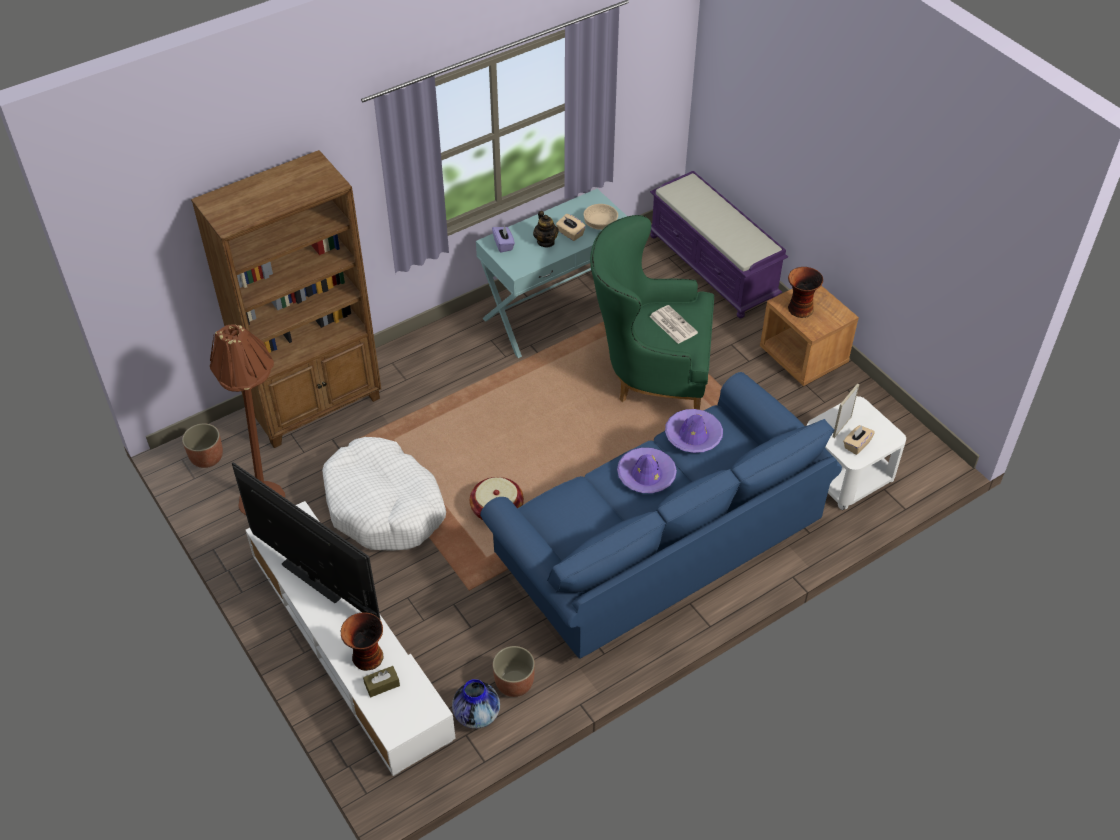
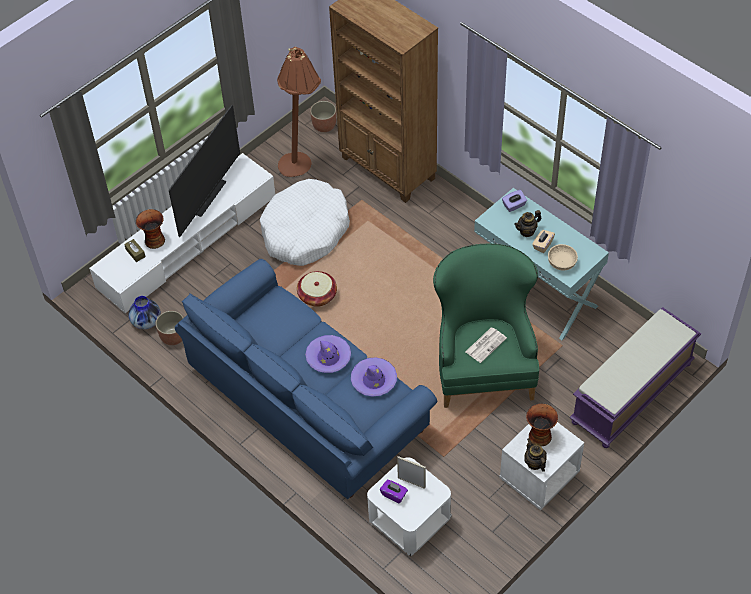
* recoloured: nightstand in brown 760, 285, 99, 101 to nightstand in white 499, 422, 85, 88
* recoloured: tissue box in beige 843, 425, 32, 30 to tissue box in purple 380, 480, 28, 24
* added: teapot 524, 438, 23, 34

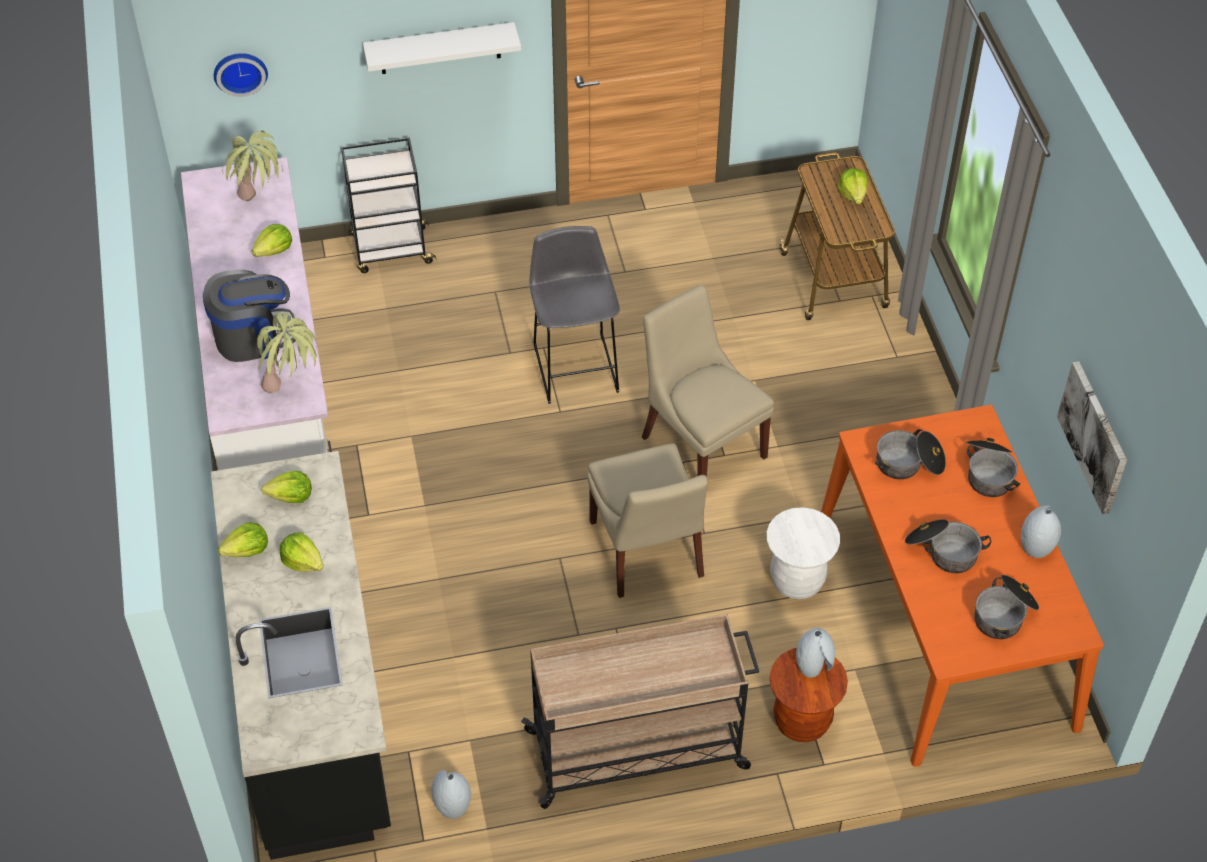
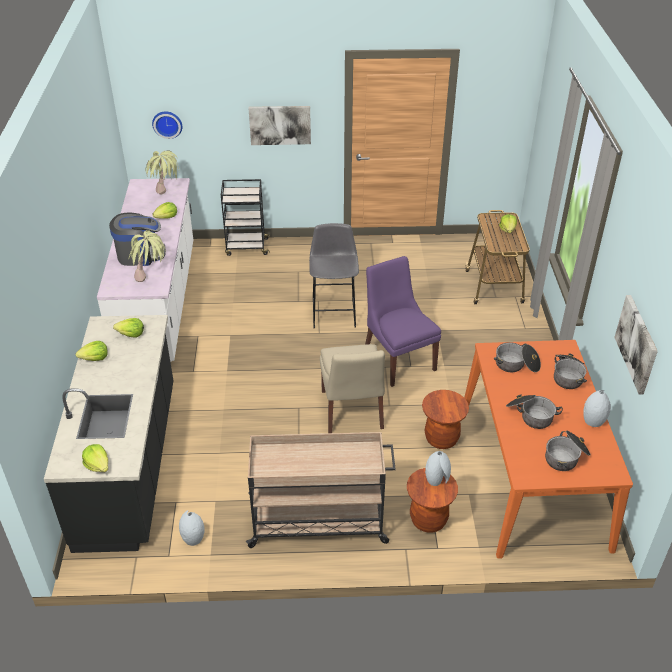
* moved: lettuce 280, 532, 43, 40 to 82, 444, 26, 28
* replaced: shelf in white 363, 22, 158, 52 to picture 249, 106, 62, 39
* recoloured: chair in beige 642, 285, 132, 192 to chair in purple 365, 256, 76, 131
* recoloured: stool in white 767, 507, 73, 92 to stool in brown 422, 390, 47, 59

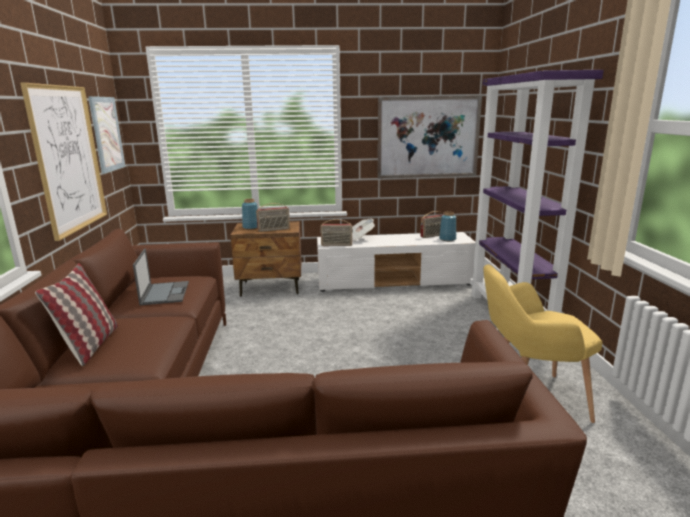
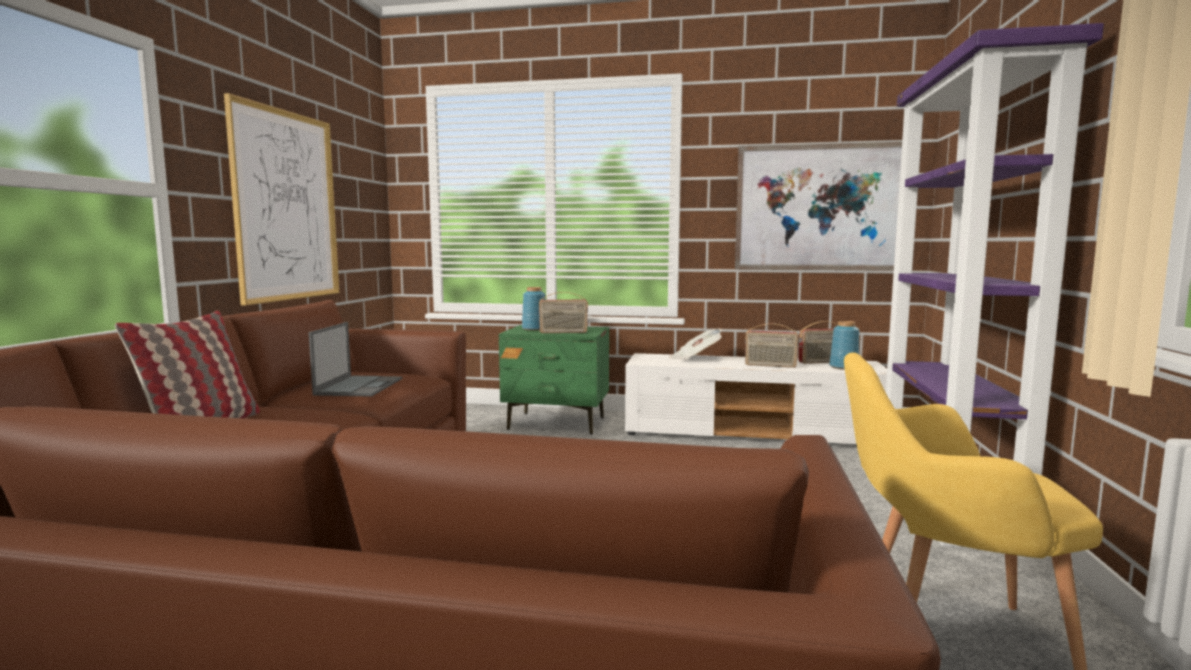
* removed: picture 88, 96, 38, 78
* recoloured: nightstand in brown 230, 221, 71, 76 to nightstand in green 499, 325, 110, 110
* moved: radio 320, 219, 33, 27 to 745, 323, 54, 45

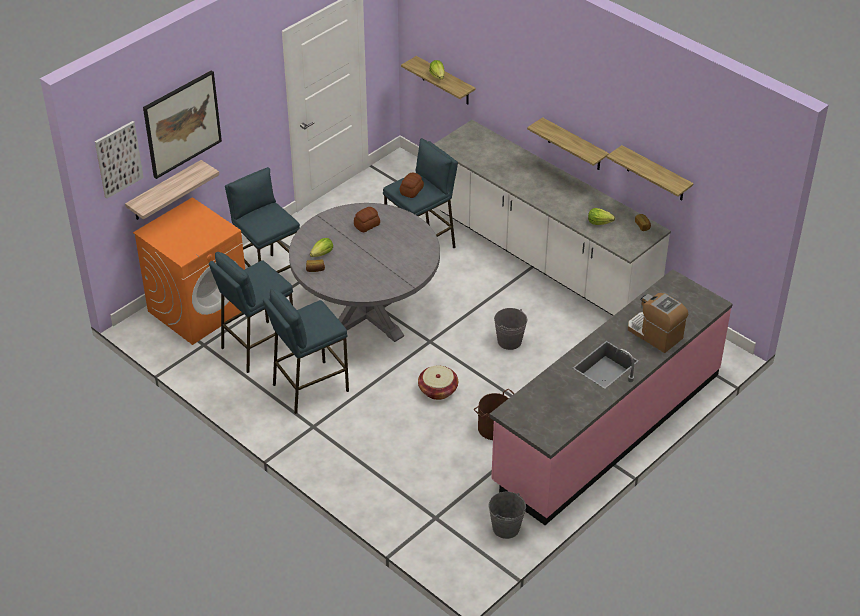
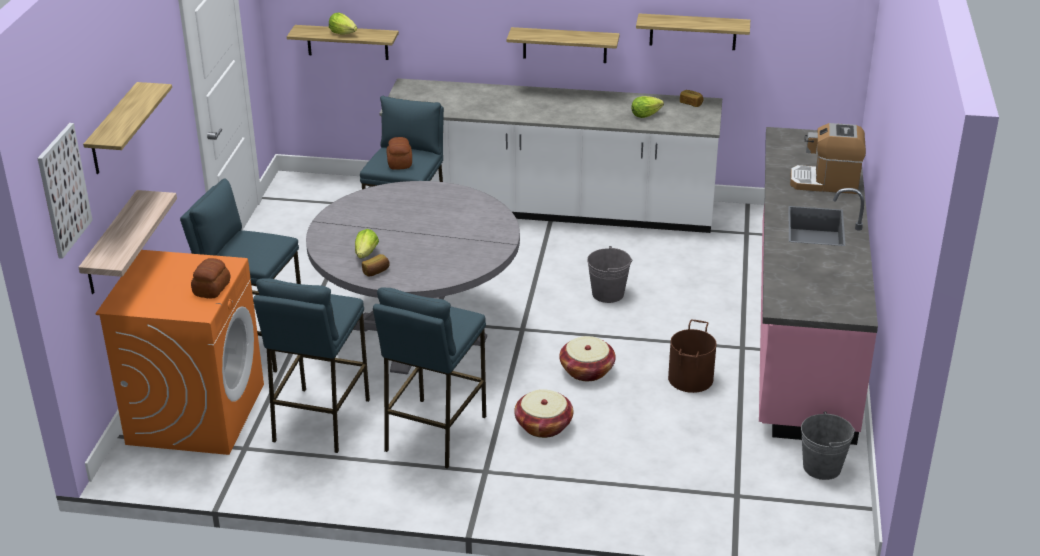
* replaced: picture 143, 71, 79, 108 to shelf 83, 82, 89, 92
* moved: bread 354, 207, 26, 25 to 191, 258, 39, 40
* added: basket 514, 389, 59, 49

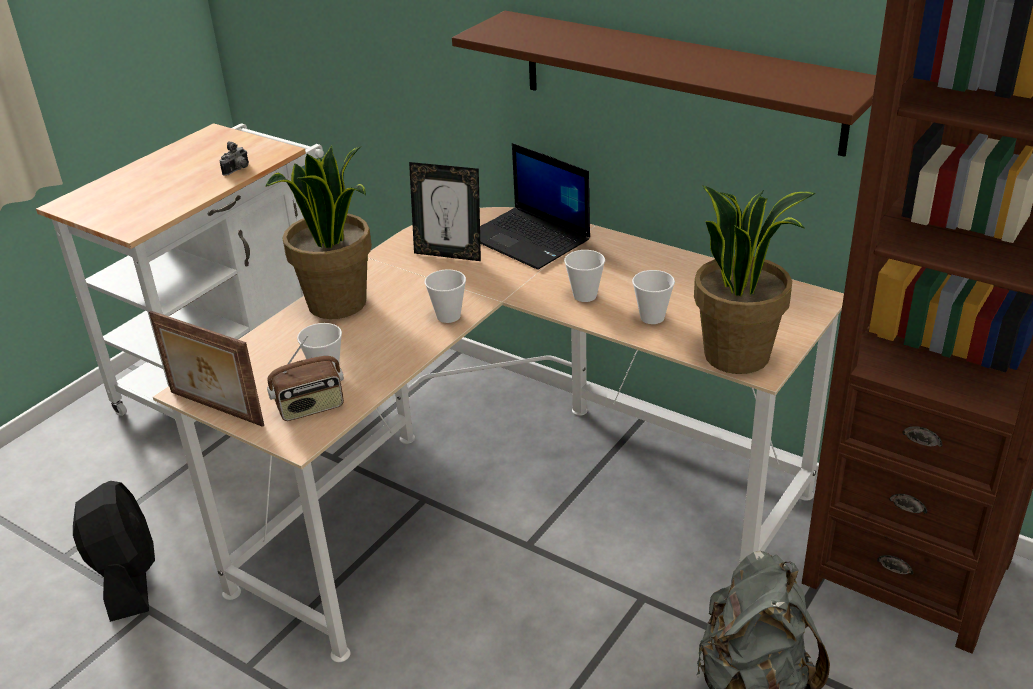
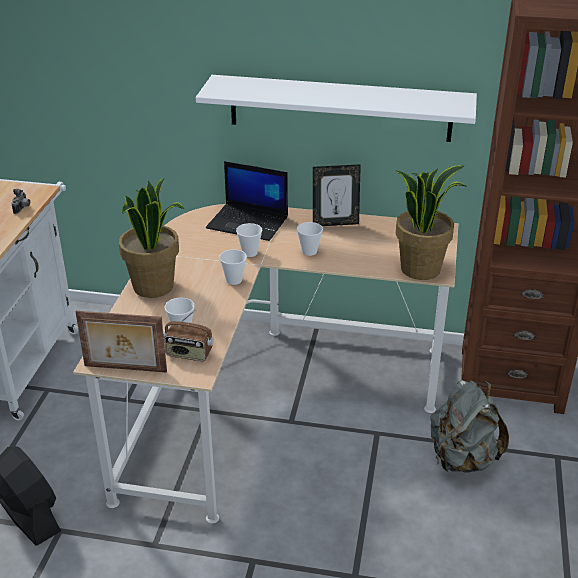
* turned: radio 267, 336, 77, 85 = 164, 309, 50, 52 60 degrees clockwise
* moved: picture frame 409, 162, 72, 99 to 313, 164, 48, 62
* recoloured: shelf in brown 452, 11, 424, 146 to shelf in white 196, 75, 281, 67
* moved: cup 632, 270, 43, 54 to 236, 223, 26, 34

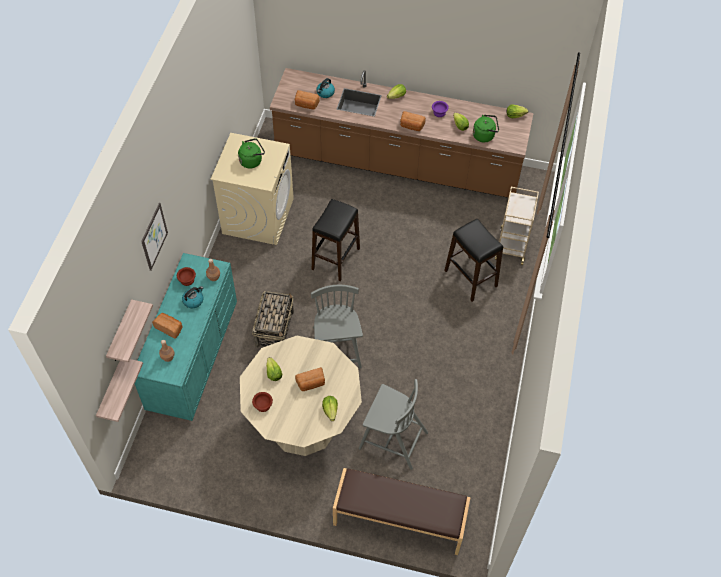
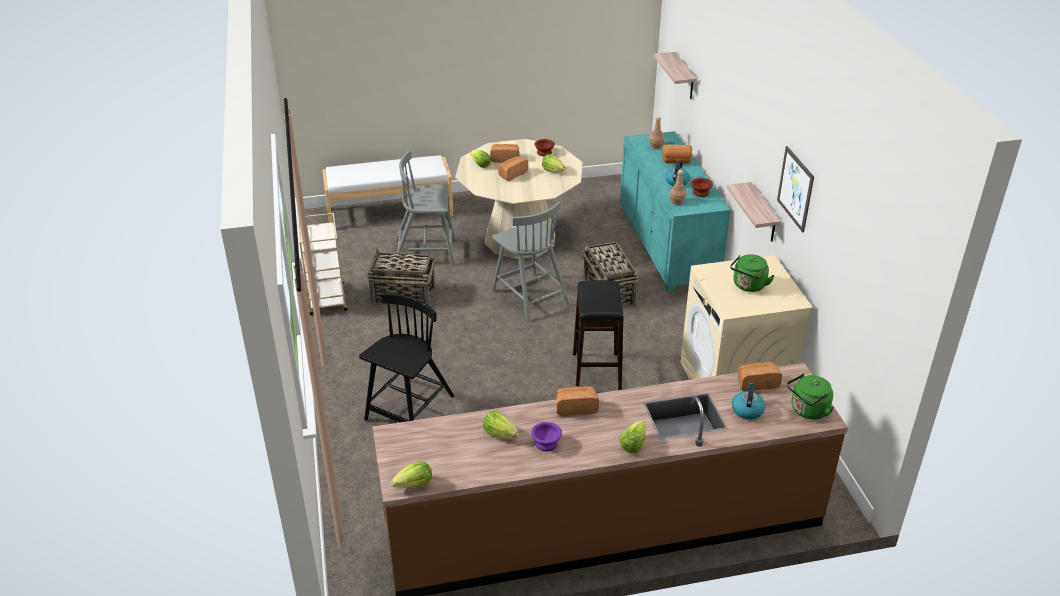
* moved: shelf 96, 359, 47, 63 to 727, 182, 55, 60
* moved: picture 141, 203, 27, 68 to 777, 146, 37, 87
* recoloured: bench in brown 333, 468, 138, 87 to bench in white 322, 155, 131, 68
* replaced: stool in black 444, 219, 59, 83 to chair in black 359, 293, 95, 130
* moved: kettle in green 473, 115, 26, 27 to 787, 373, 47, 47
* moved: cart in beige 495, 187, 44, 78 to 297, 213, 51, 103
* added: basket 367, 248, 68, 58
* added: bread 490, 144, 29, 19

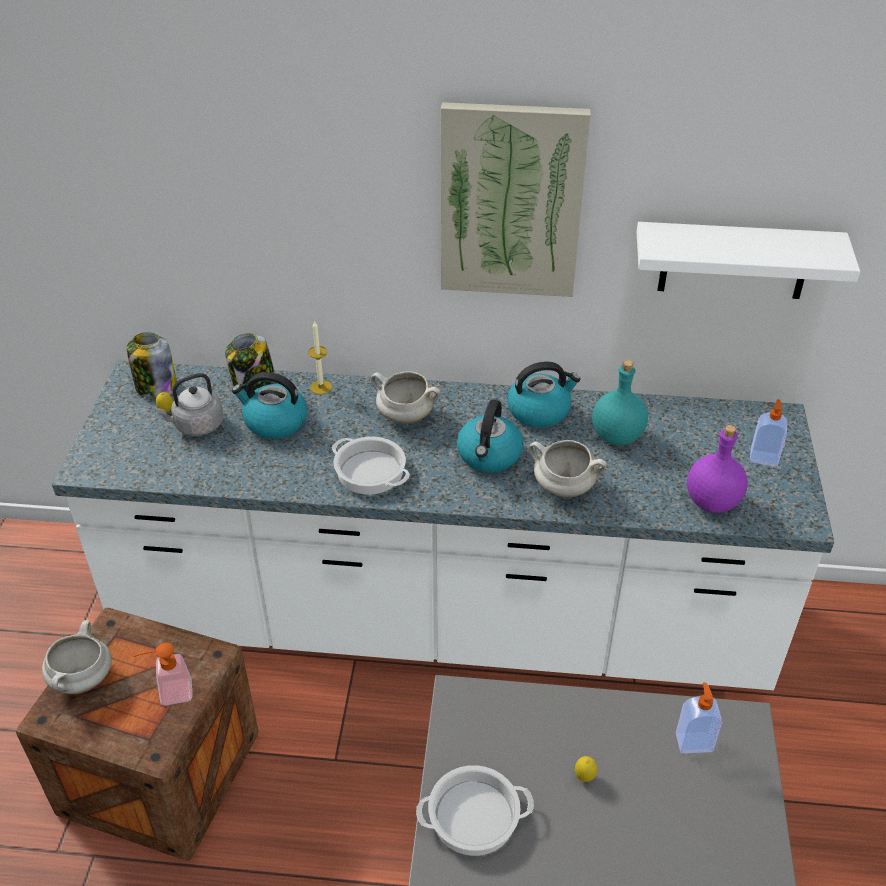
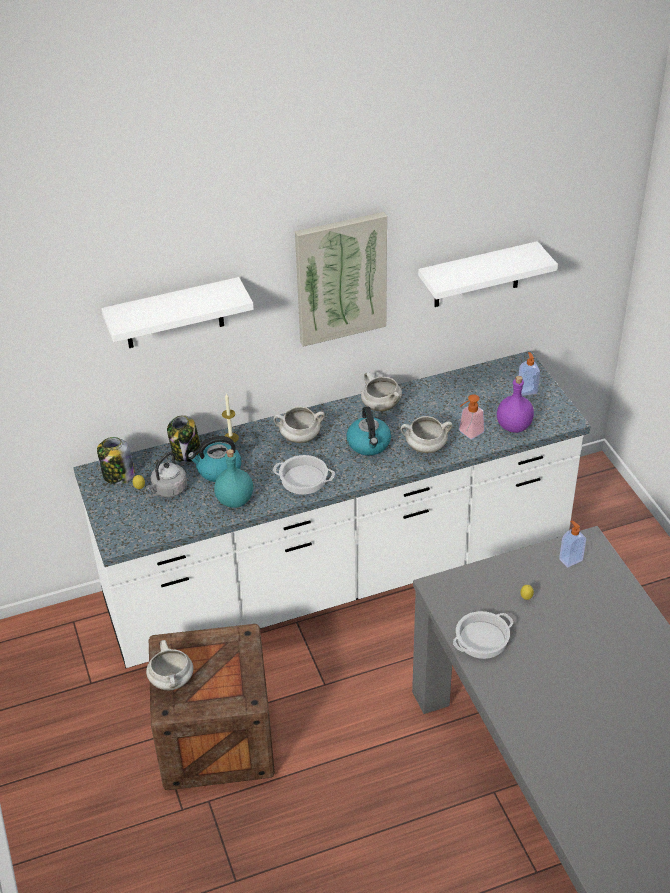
* moved: soap dispenser 133, 643, 60, 62 to 459, 394, 26, 45
* replaced: kettle 507, 361, 74, 67 to cooking pot in white 361, 372, 41, 39
* moved: bottle in turquoise 592, 360, 56, 86 to 214, 449, 39, 59
* added: shelf in white 101, 277, 153, 71

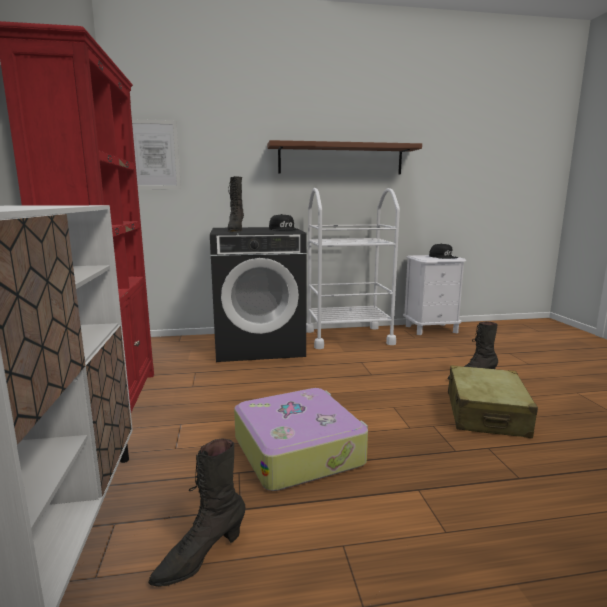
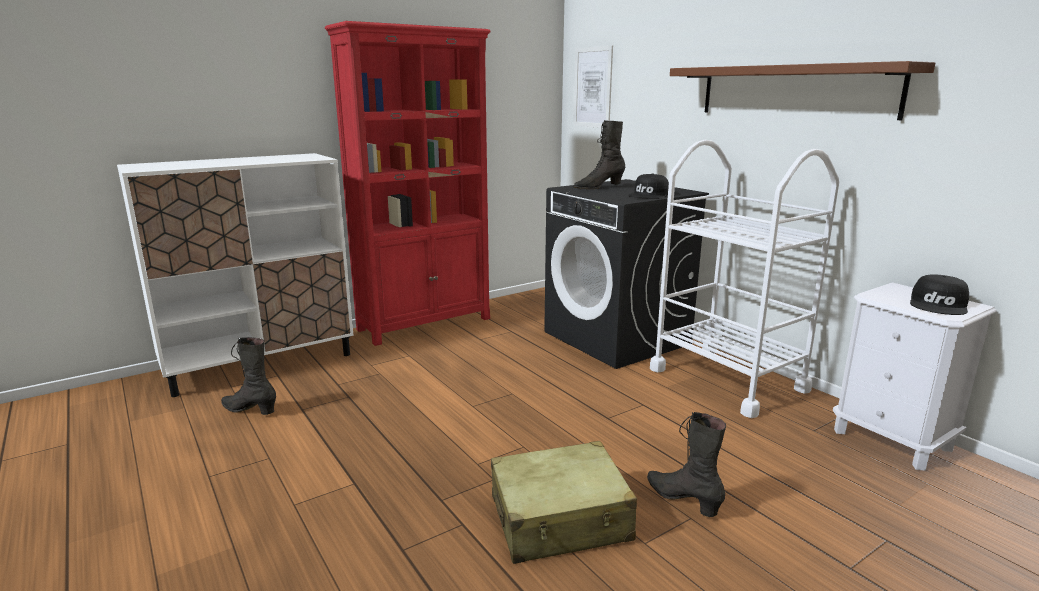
* removed: suitcase 234, 388, 134, 103

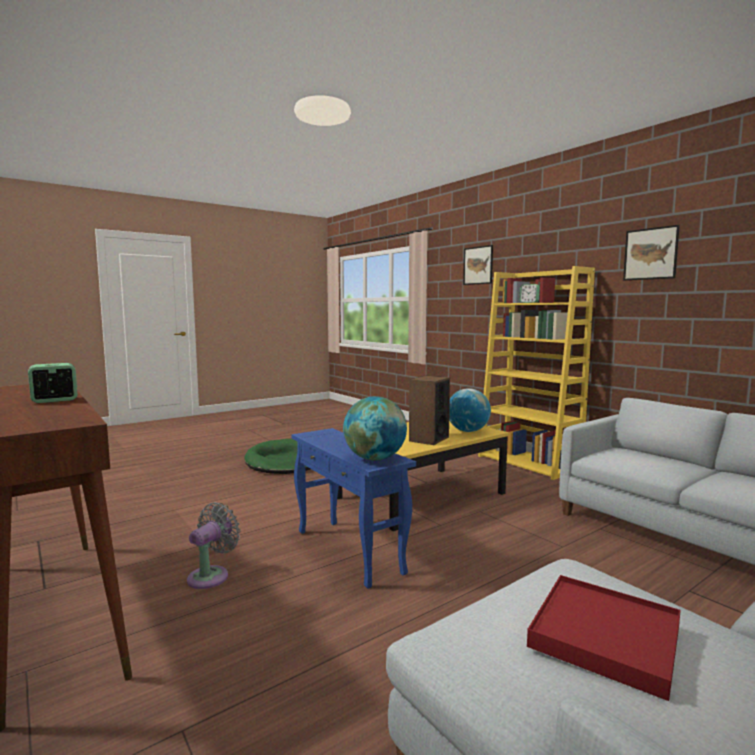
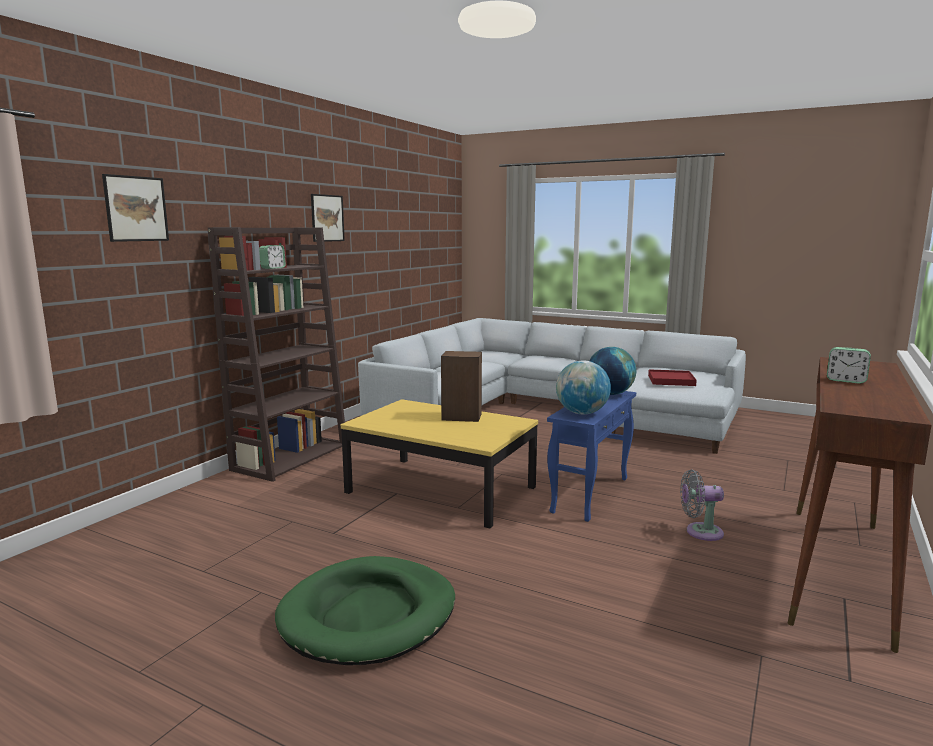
* moved: globe 449, 388, 42, 44 to 556, 360, 55, 54
* recoloured: bookcase in yellow 478, 266, 117, 214 to bookcase in brown 208, 227, 137, 255

